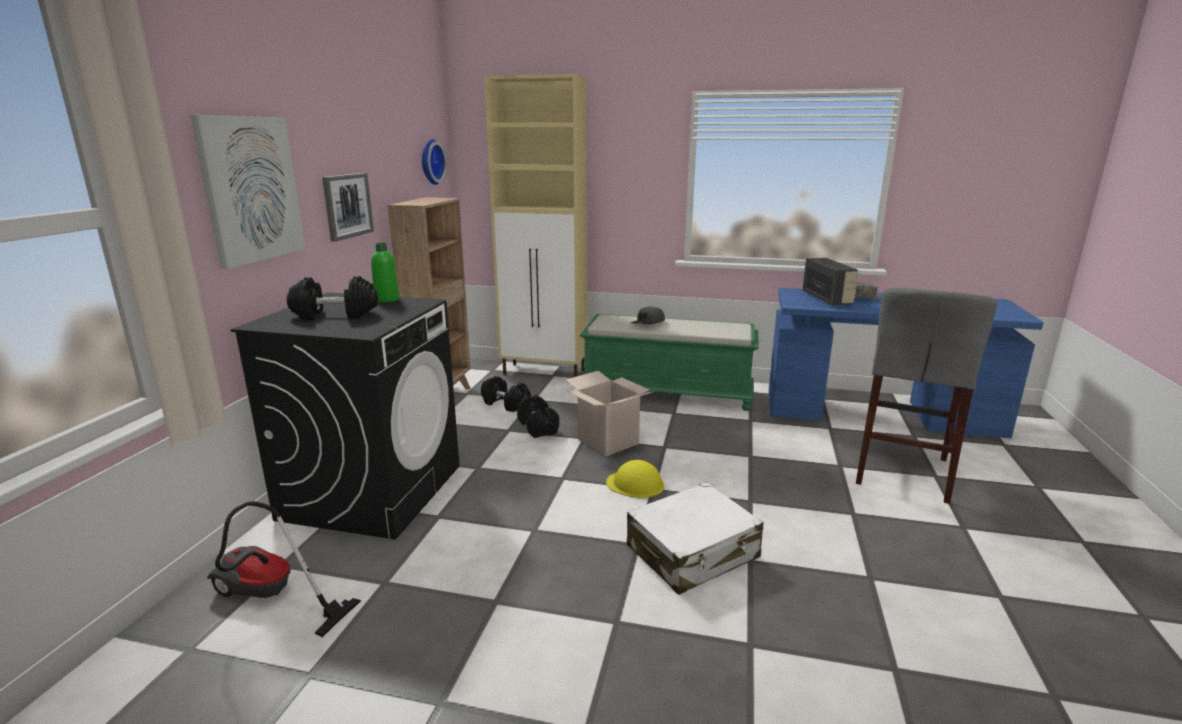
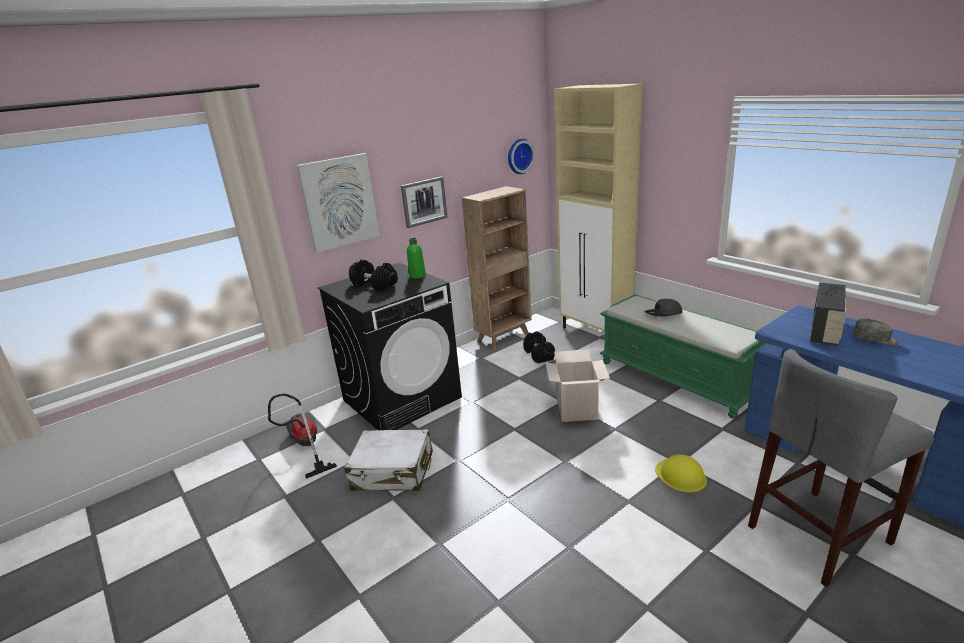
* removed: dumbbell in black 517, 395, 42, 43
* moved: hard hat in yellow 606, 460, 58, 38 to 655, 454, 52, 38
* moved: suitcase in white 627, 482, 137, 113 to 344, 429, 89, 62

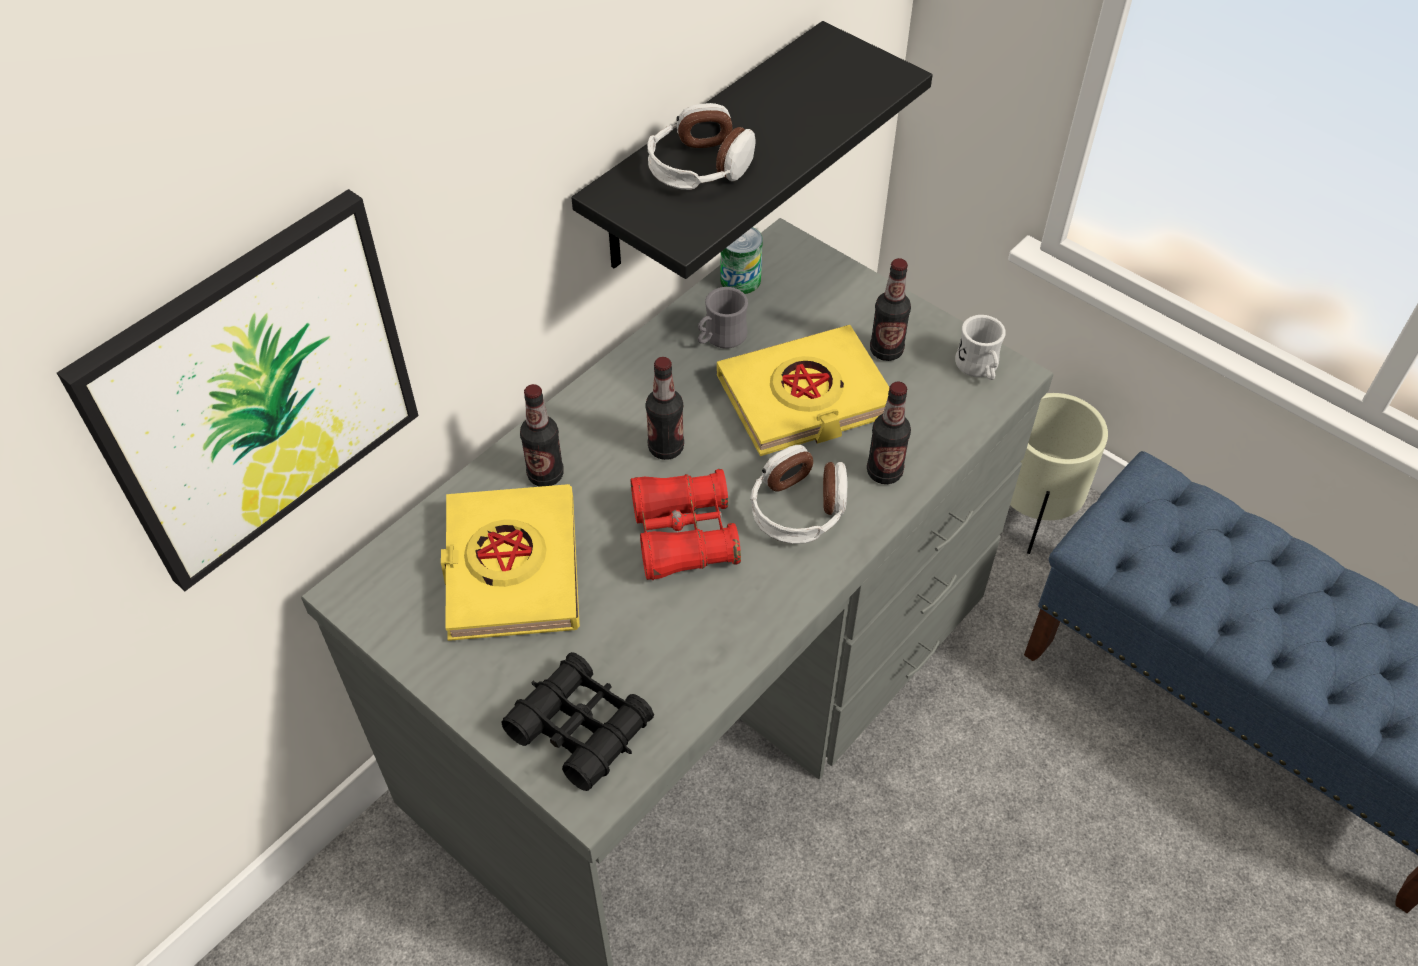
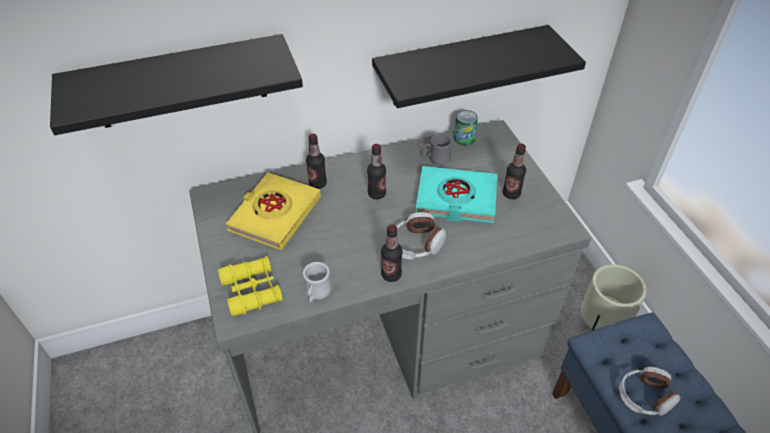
* replaced: picture 57, 189, 362, 402 to shelf in black 50, 34, 253, 101
* recoloured: binoculars in black 501, 652, 153, 139 to binoculars in yellow 218, 256, 65, 60
* removed: binoculars in red 631, 469, 110, 111
* moved: headphones 647, 103, 109, 87 to 619, 367, 62, 49
* recoloured: book in yellow 717, 325, 173, 131 to book in turquoise 416, 166, 81, 57
* moved: bottle 867, 382, 44, 102 to 381, 225, 22, 57
* moved: mug in white 955, 315, 51, 65 to 303, 262, 28, 41

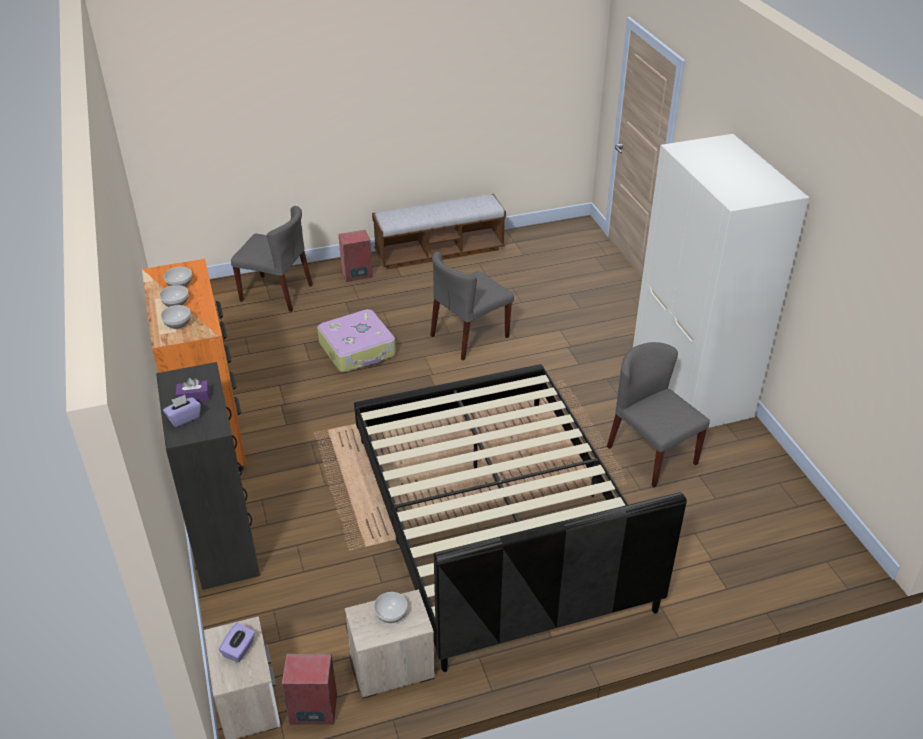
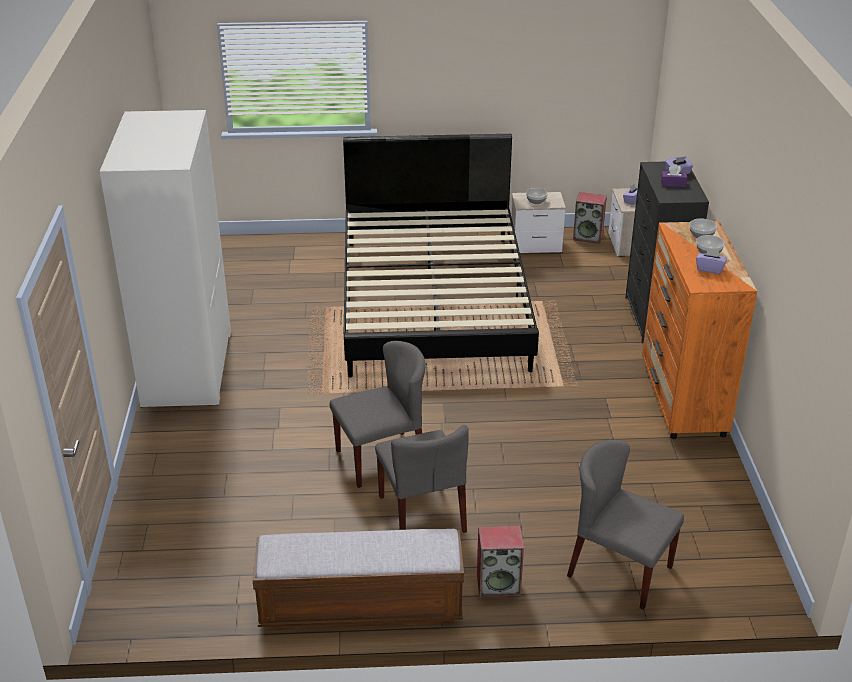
* replaced: bowl 164, 267, 28, 20 to tissue box in purple 696, 248, 31, 26
* removed: suitcase 317, 309, 79, 63
* moved: chair in grey 607, 342, 103, 145 to 375, 425, 94, 108

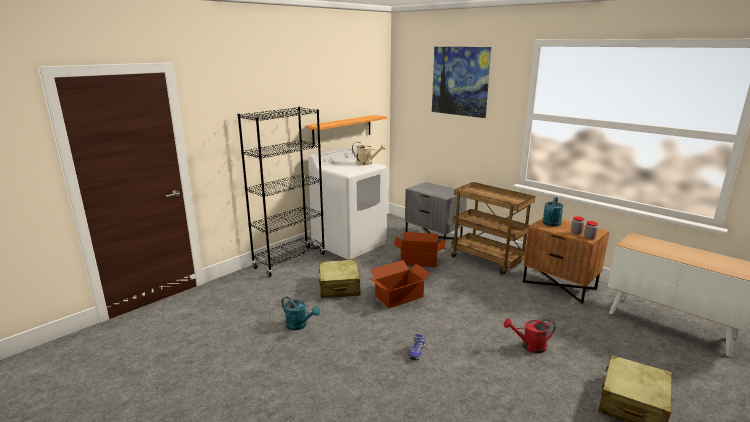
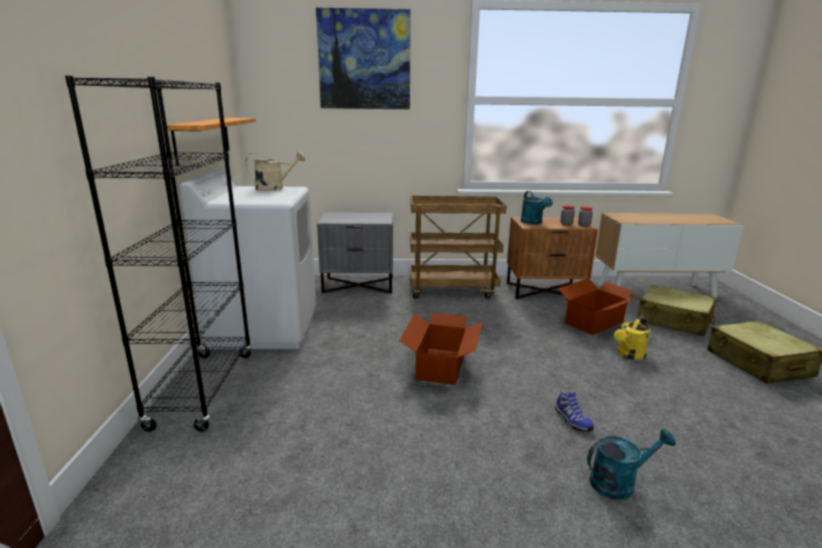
* moved: watering can in turquoise 281, 296, 39, 34 to 587, 429, 89, 71
* moved: suitcase in beige 318, 259, 43, 39 to 638, 285, 79, 52
* moved: cardboard box 394, 232, 51, 35 to 558, 278, 84, 57
* recoloured: watering can in red 504, 318, 51, 35 to watering can in yellow 614, 315, 36, 45

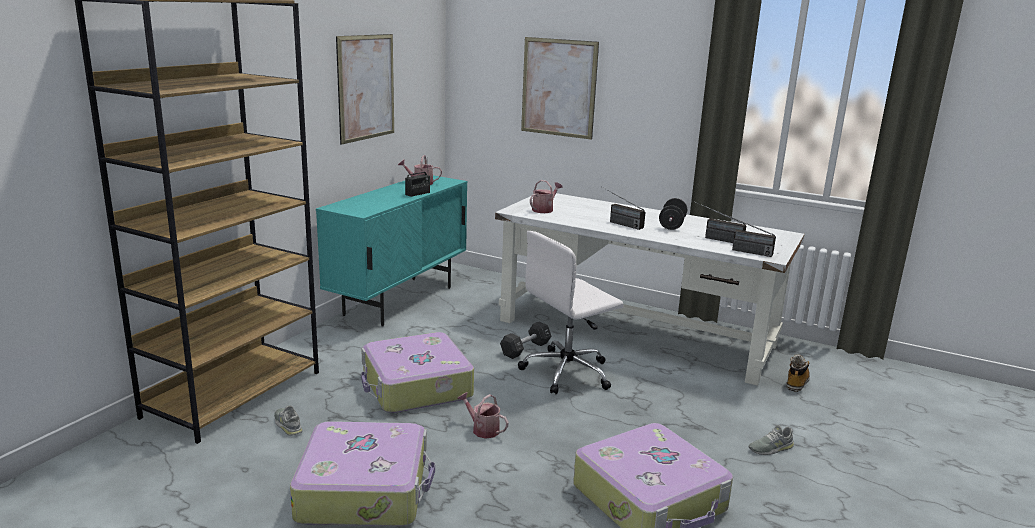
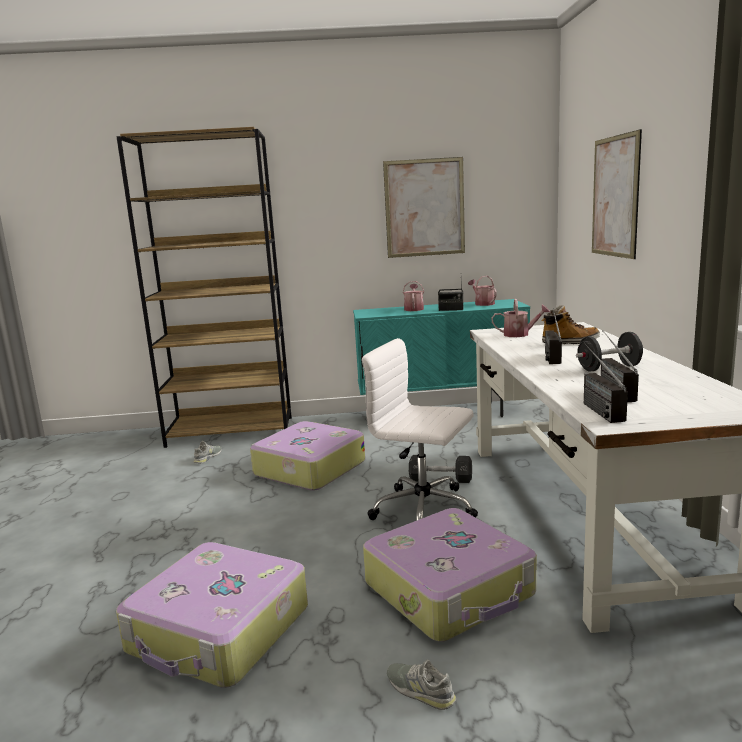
* moved: suitcase 290, 421, 145, 105 to 363, 508, 174, 134
* moved: watering can 457, 392, 52, 47 to 403, 281, 21, 30
* moved: boot 786, 355, 24, 37 to 542, 305, 58, 39

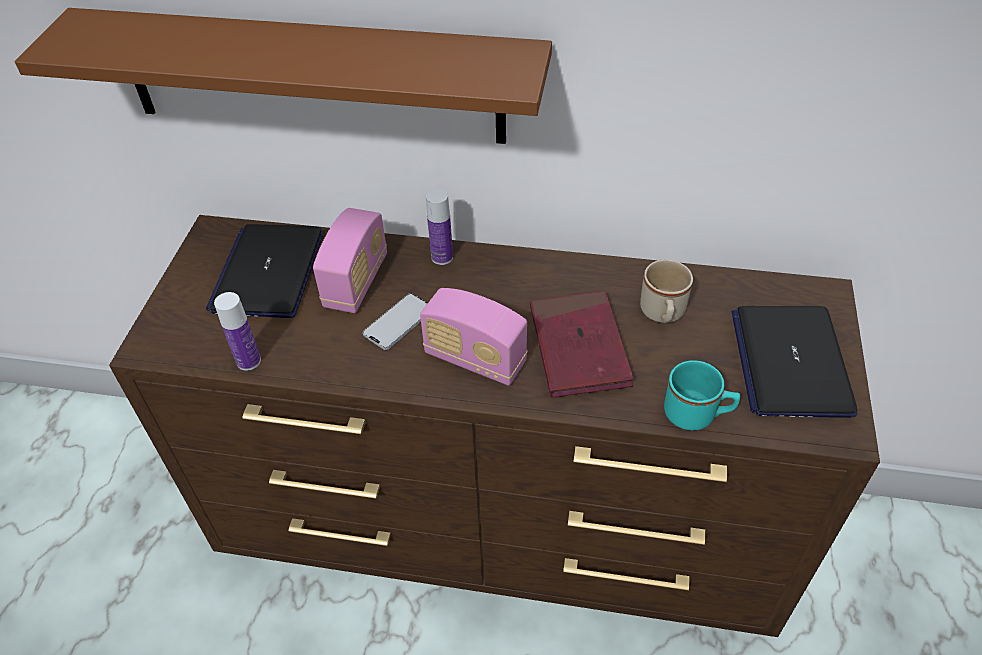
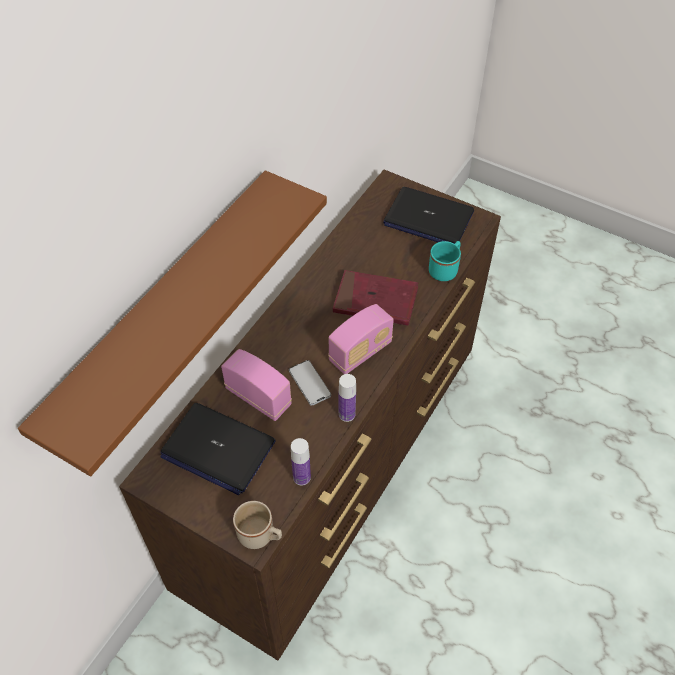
* moved: bottle 426, 189, 27, 76 to 339, 374, 17, 48
* moved: mug in beige 640, 260, 53, 63 to 233, 501, 49, 48

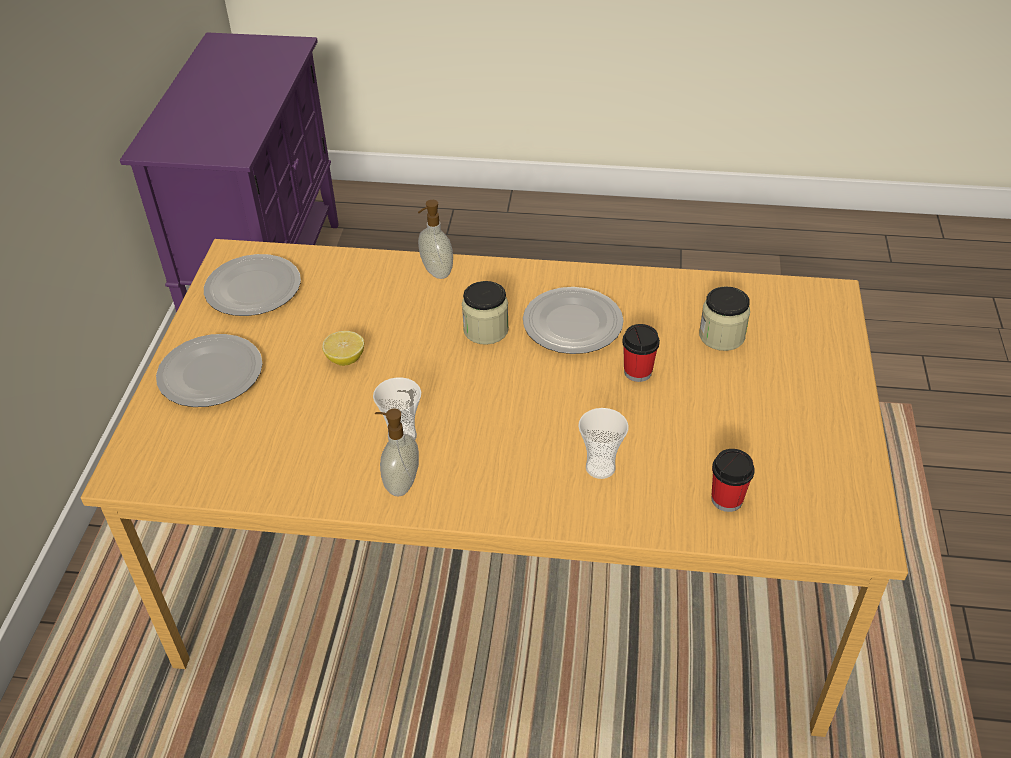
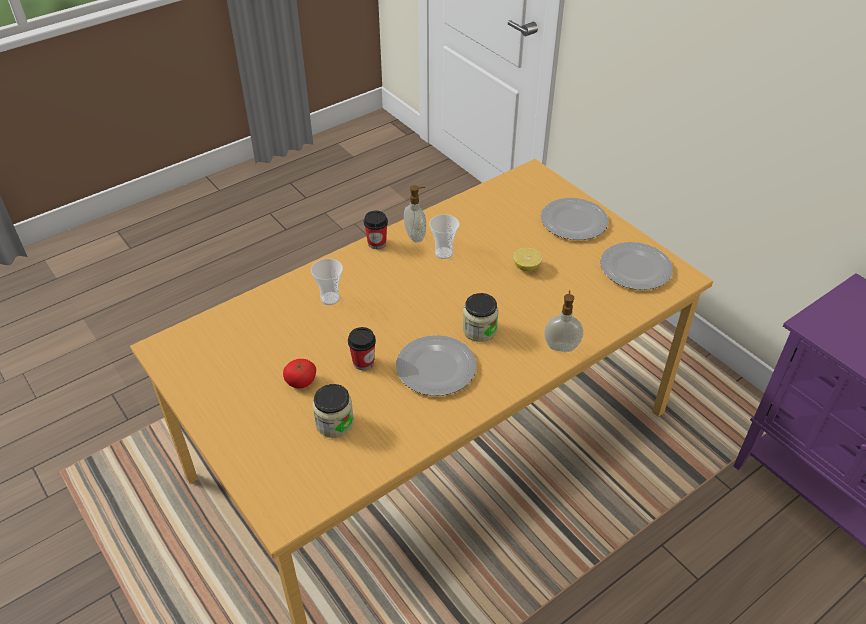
* moved: cup 712, 449, 43, 63 to 364, 211, 24, 38
* added: tomato 283, 359, 33, 30

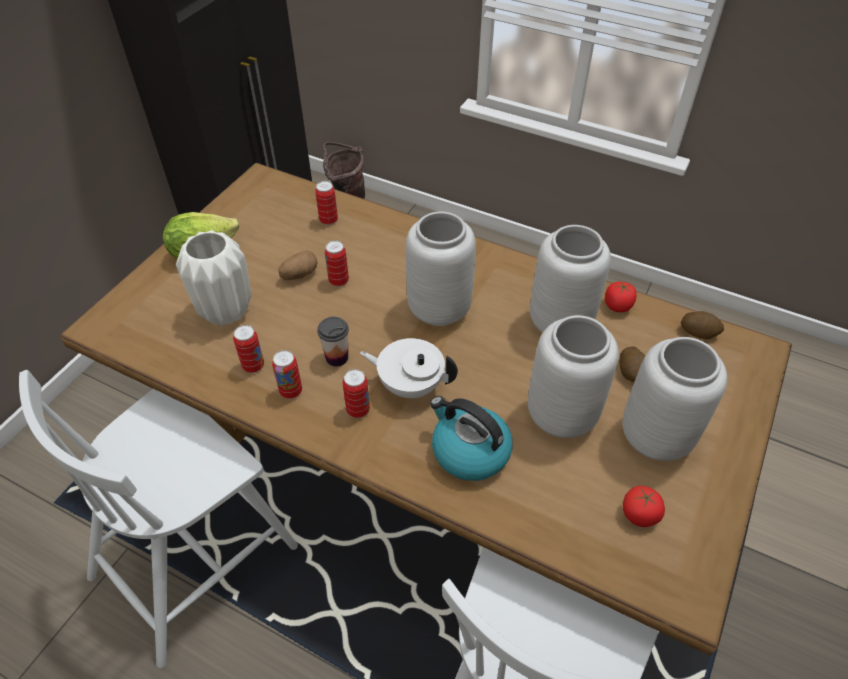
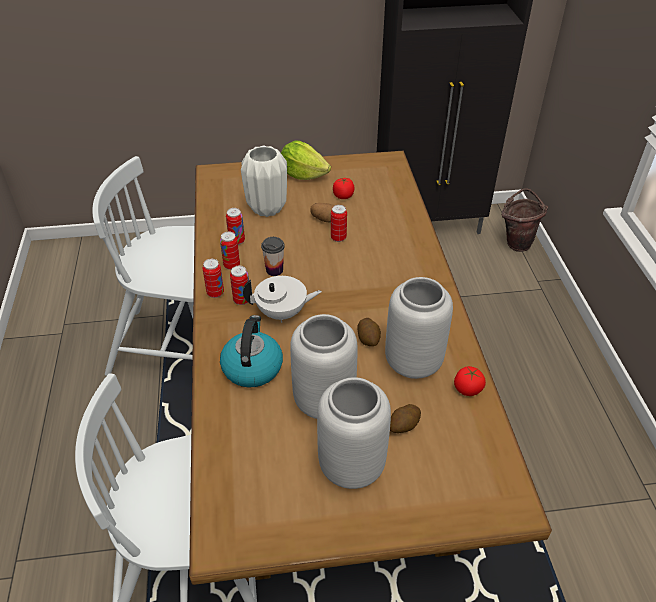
* moved: can 315, 181, 23, 44 to 203, 259, 21, 39
* turned: teapot in white 360, 338, 98, 60 = 243, 276, 79, 47 105 degrees clockwise
* removed: vase in grey 406, 212, 70, 114
* moved: tomato 623, 486, 42, 41 to 333, 178, 22, 21
* moved: potato 681, 311, 43, 28 to 358, 318, 23, 28

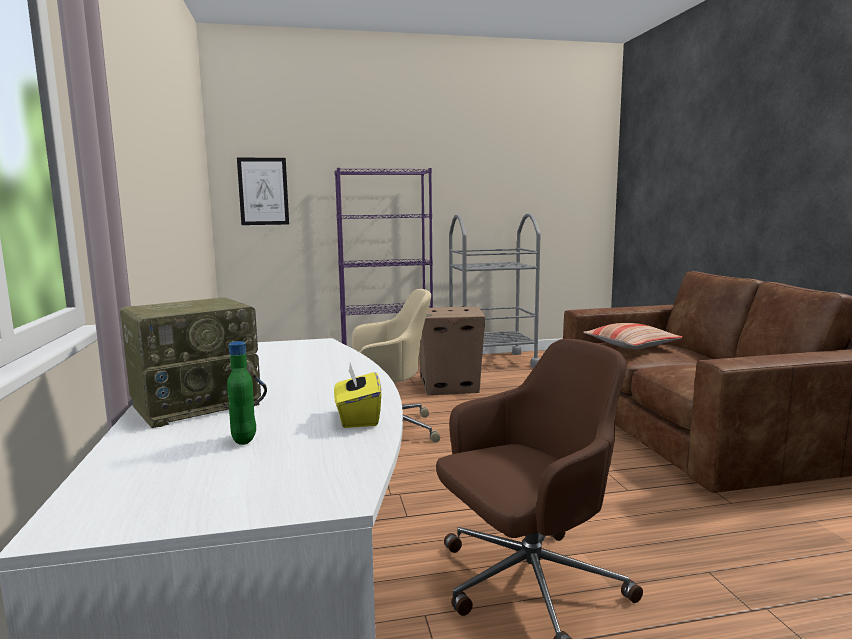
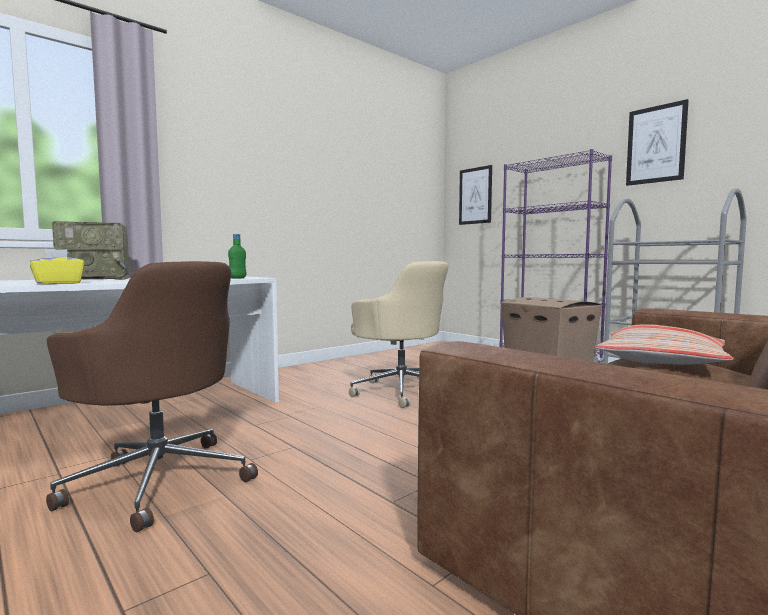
* turned: radio 120, 297, 147, 131 = 52, 221, 77, 59 45 degrees counterclockwise
* moved: bottle in green 227, 341, 29, 104 to 228, 234, 19, 45
* added: picture 626, 99, 62, 87

